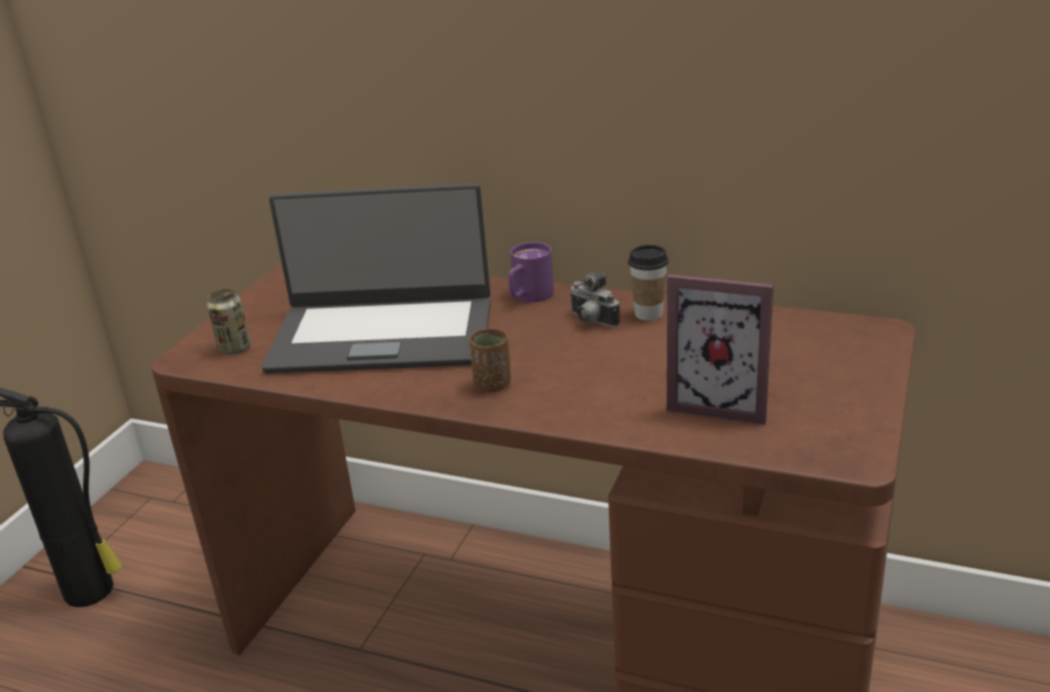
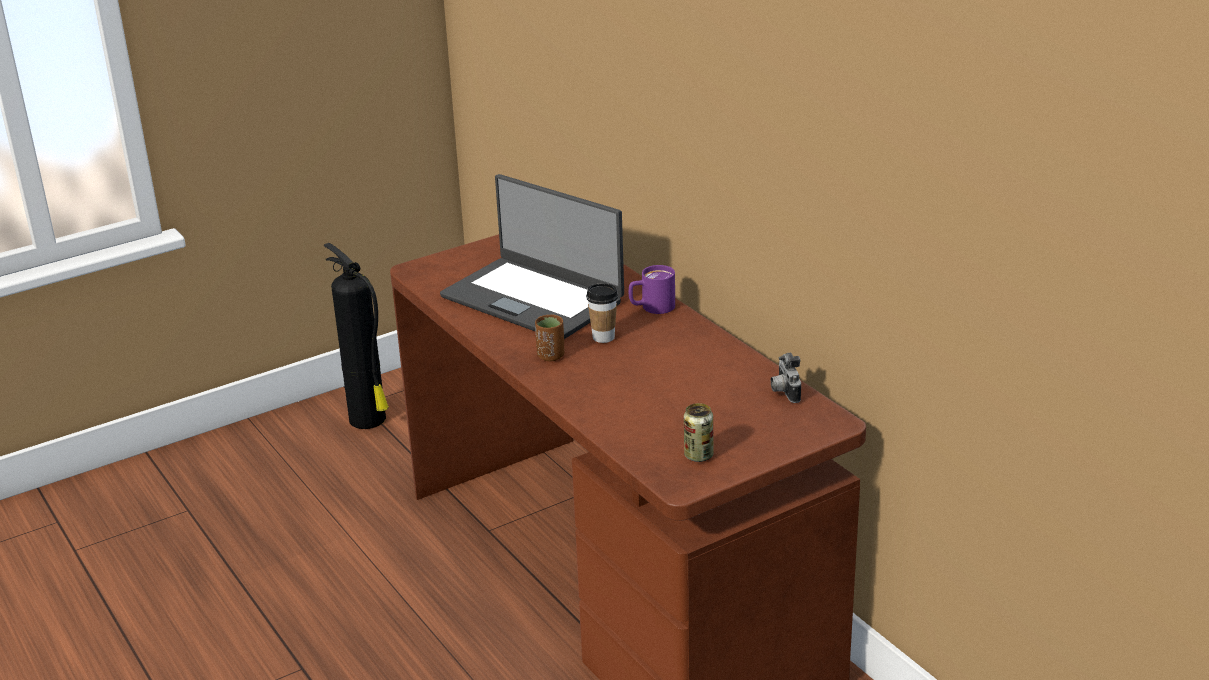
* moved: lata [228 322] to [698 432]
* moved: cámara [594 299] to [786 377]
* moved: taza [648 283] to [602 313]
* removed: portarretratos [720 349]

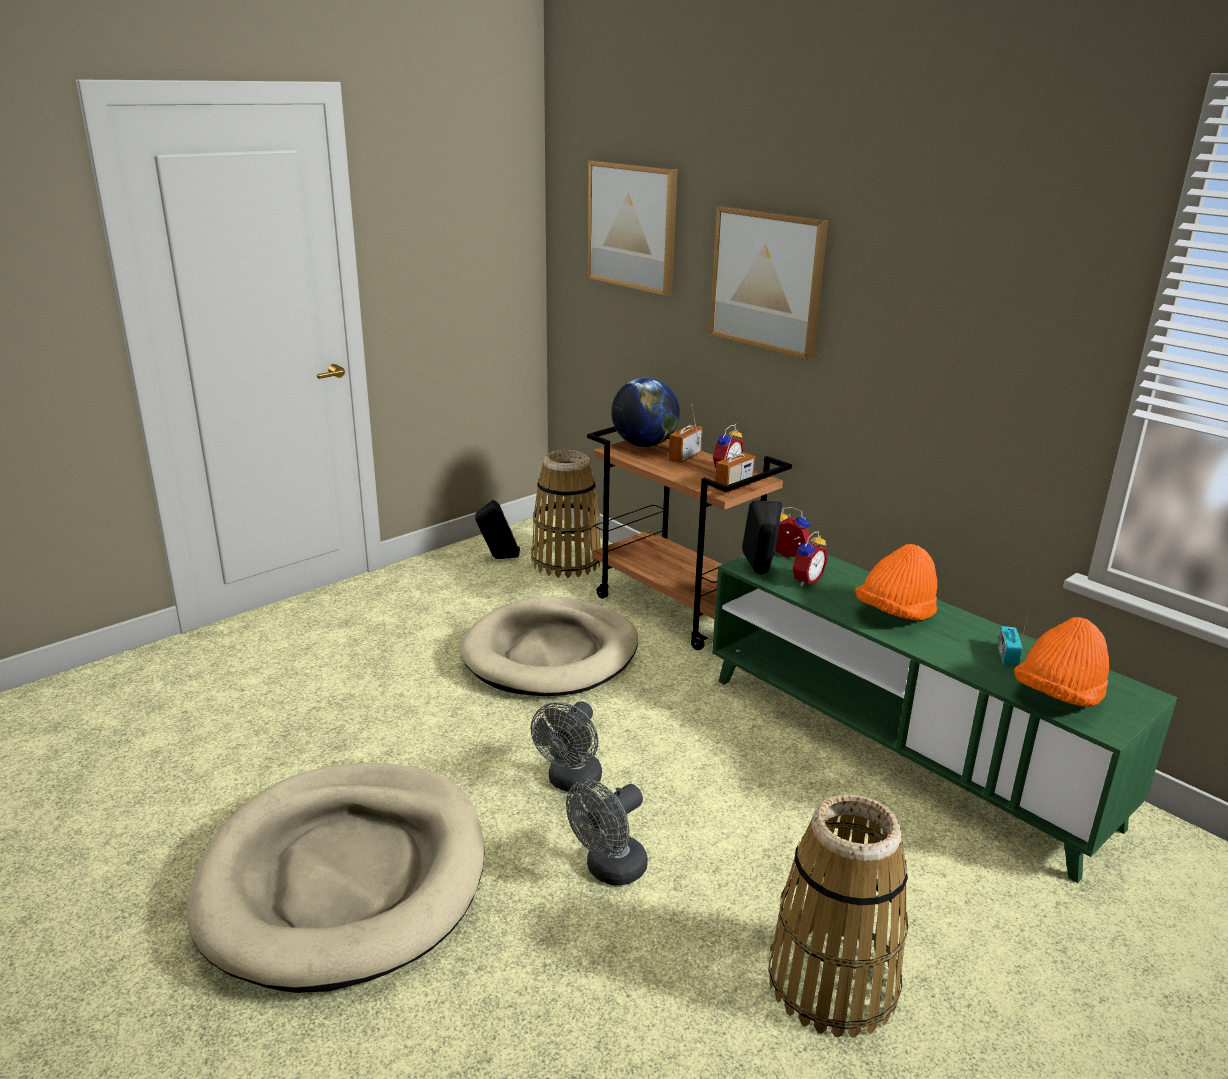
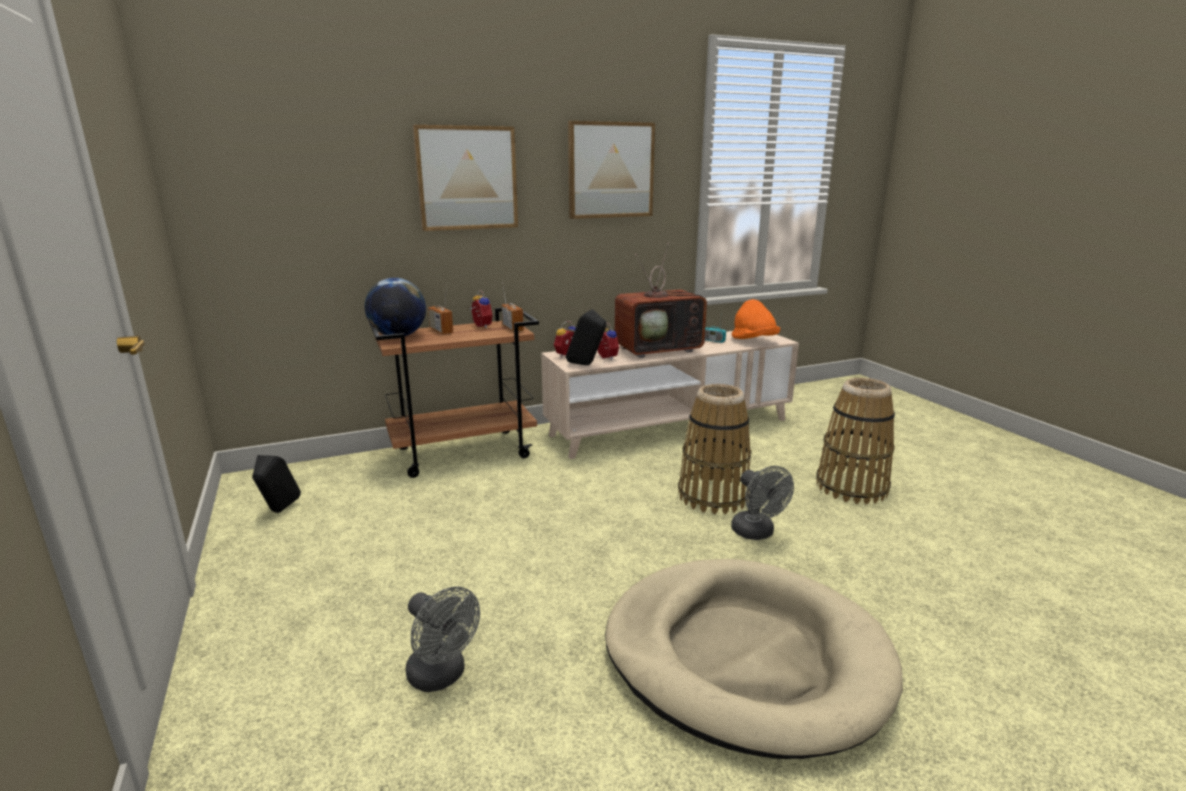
* removed: cama para perro/beis [549 646]
* moved: cesta [566 514] to [714 449]
* moved: ventilador/gris [566 747] to [442 639]
* moved: cuadro [633 228] to [611 170]
* recoloured: mueble de televisión/verde [944 717] to mueble de televisión/beis [670 395]
* replaced: sombrero/naranja [896 582] to televisor [661 300]

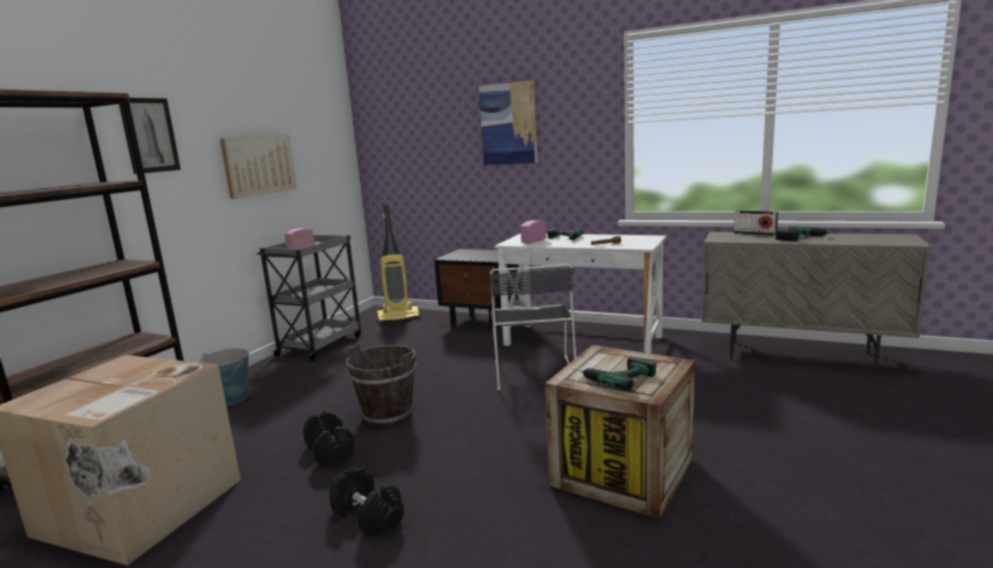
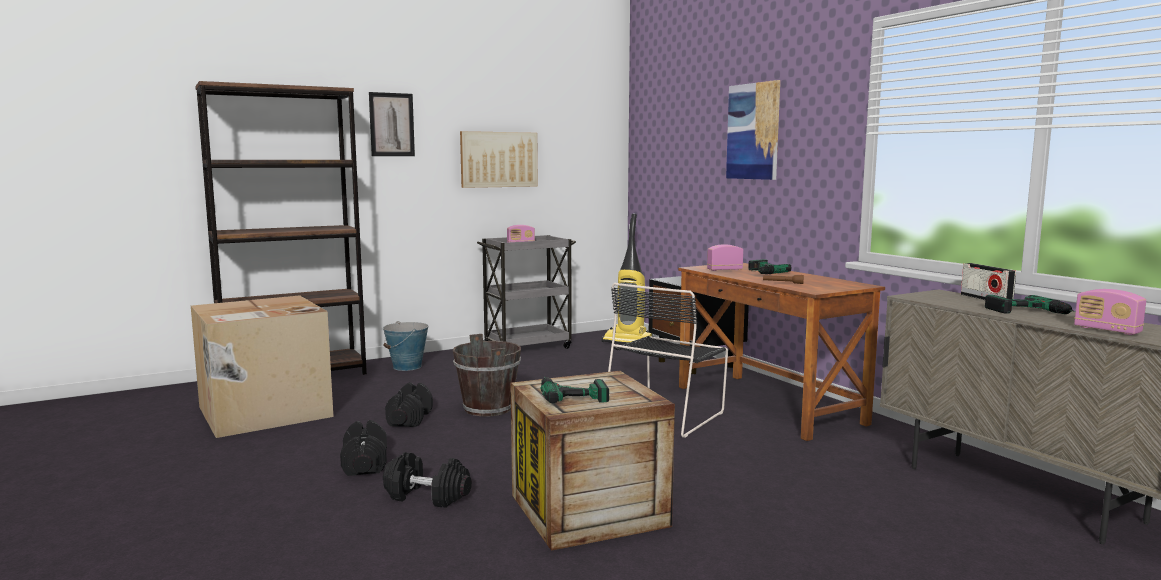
* recoloured: escritorio/blanco [580 293] to escritorio/marrón [781 352]
* added: mancuerna/negro [427 480]
* added: radio [1110 312]

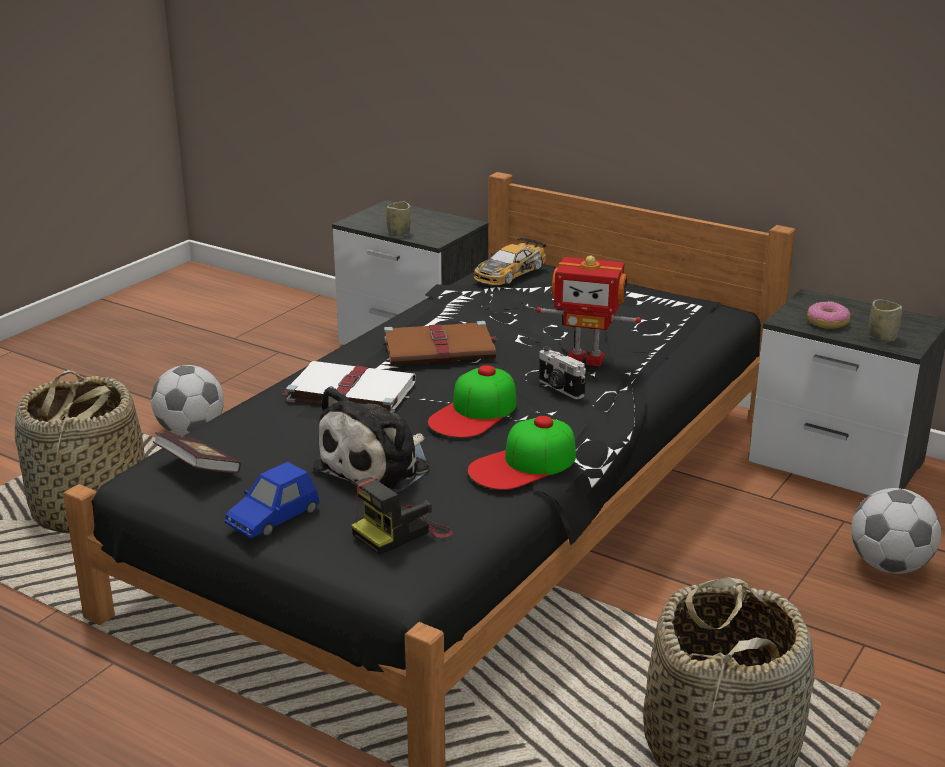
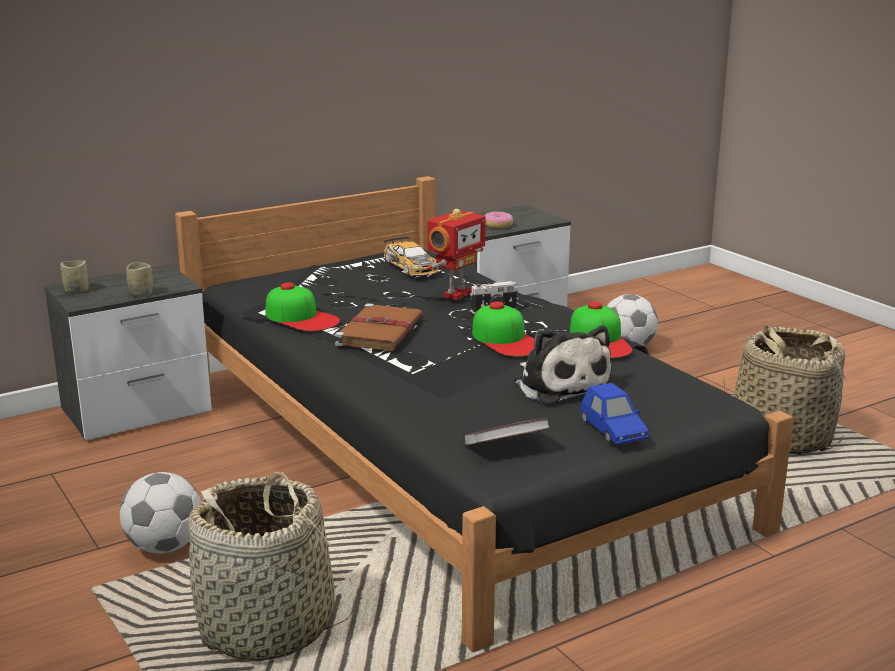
* removed: libro/blanco [349 387]
* removed: cámara [402 516]
* moved: coche de juguete [509 261] to [411 256]
* moved: taza [885 320] to [74 276]
* added: gorra [303 306]

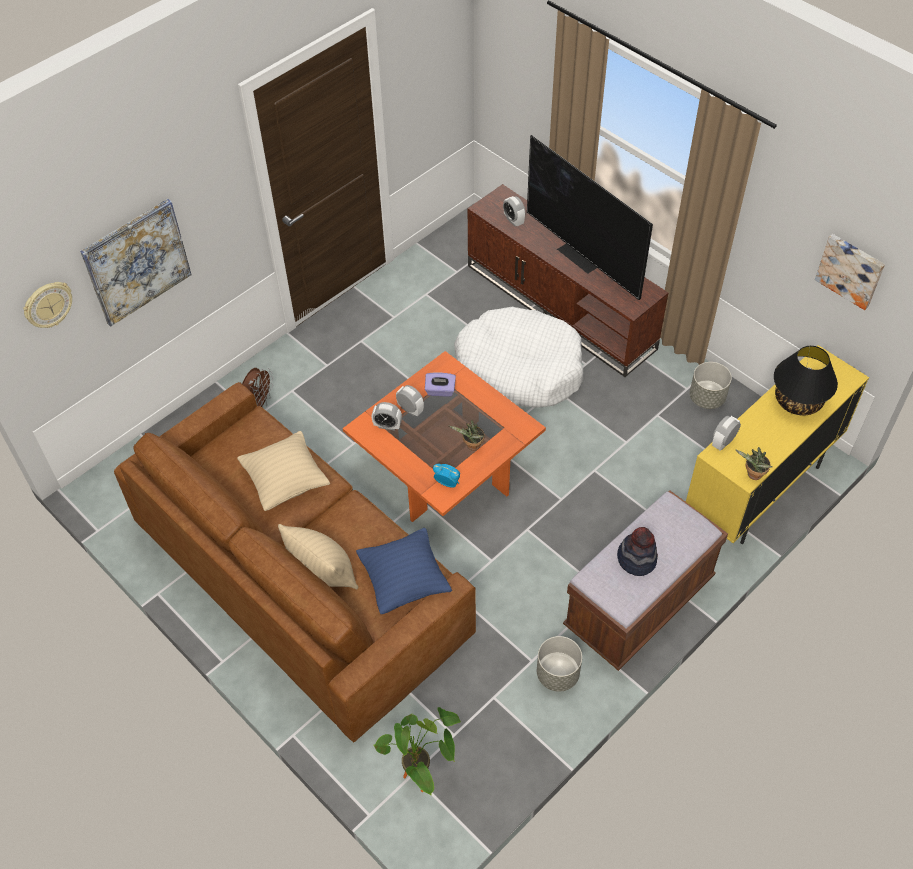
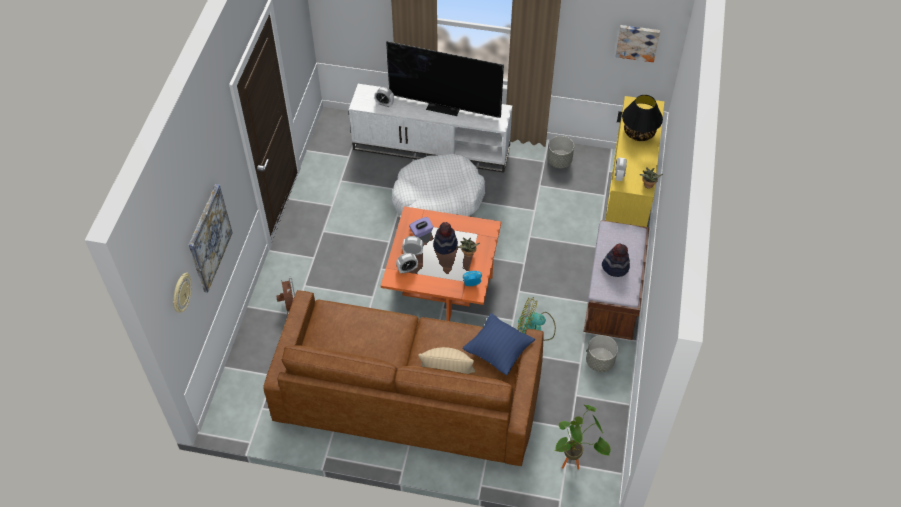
* removed: cojín/beis [283 471]
* recoloured: mueble de televisión/marrón [568 280] to mueble de televisión/blanco [430 128]
* added: sombrero [445 238]
* added: ventilador [536 319]

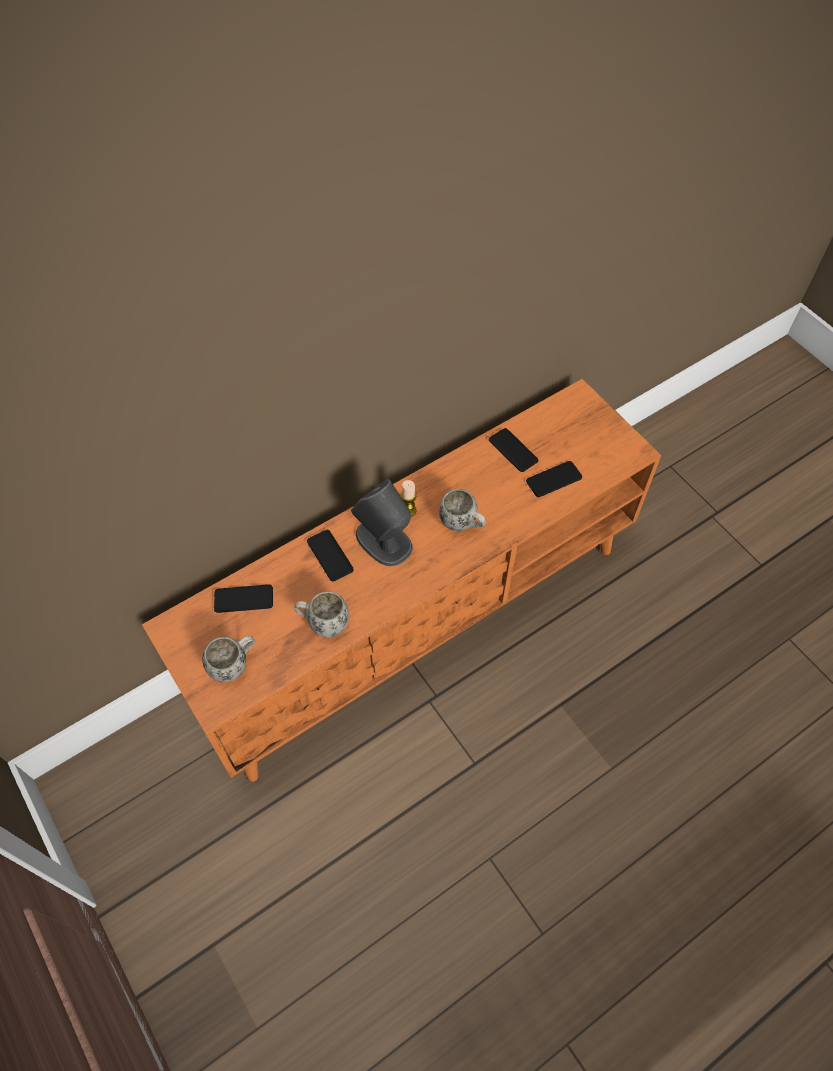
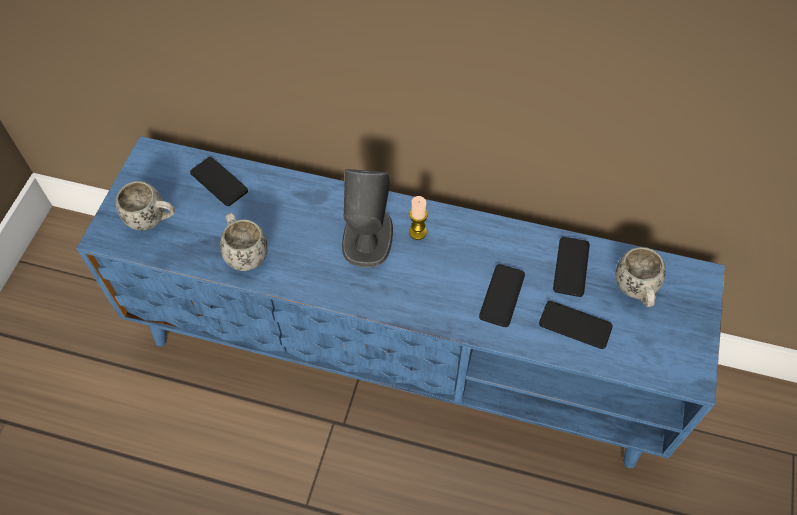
* recoloured: mueble de televisión/naranja [401 580] to mueble de televisión/azul [401 302]
* moved: móvil [330 556] to [502 295]
* moved: taza grande/blanco [462 510] to [640 277]

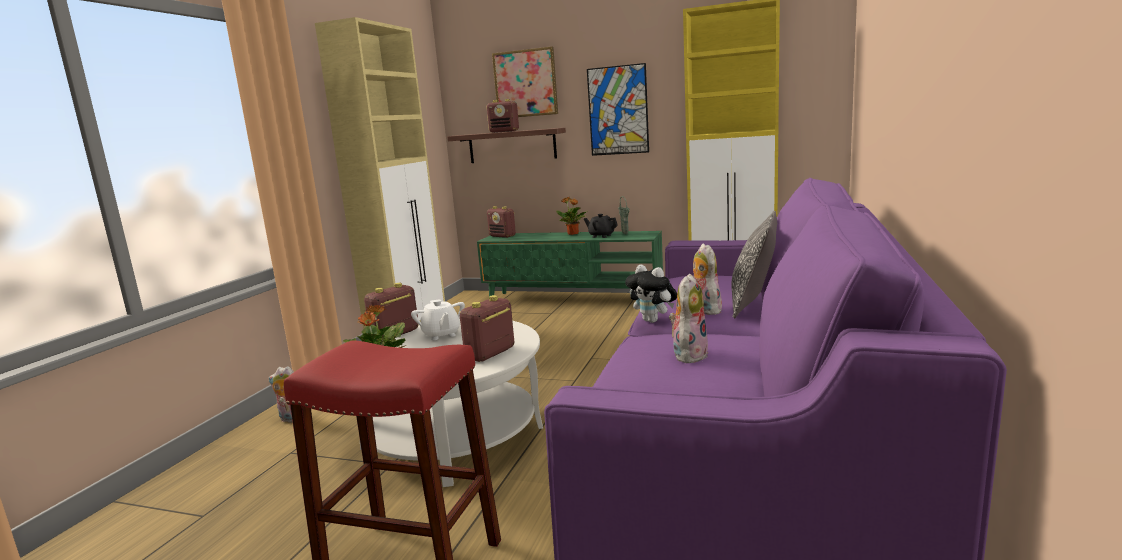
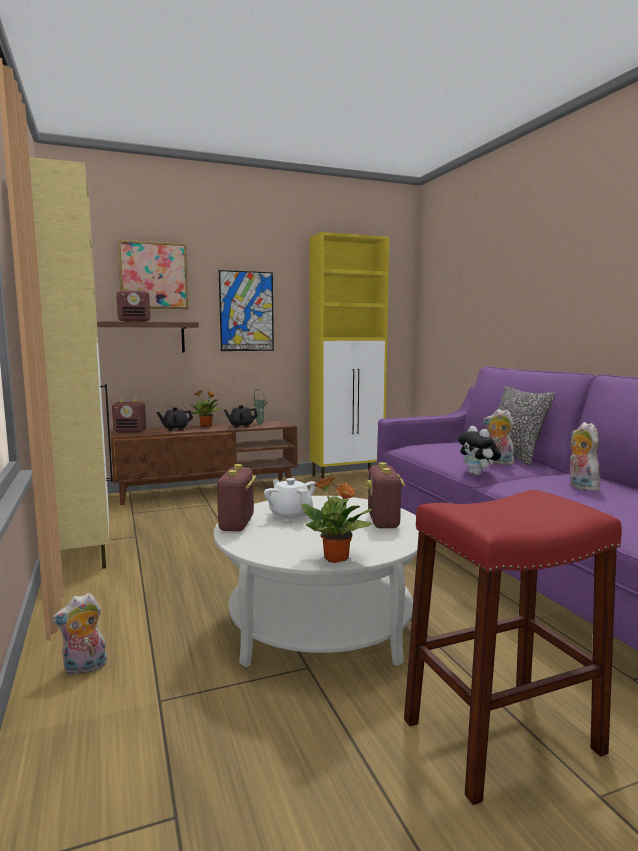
* turned: tetera/blanco [438 320] = [290 500] 150 degrees counterclockwise
* recoloured: mueble de televisión/verde [570 263] to mueble de televisión/marrón [204 462]
* turned: peluche [651 293] = [479 450] 60 degrees clockwise
* added: tetera/negro [175 419]

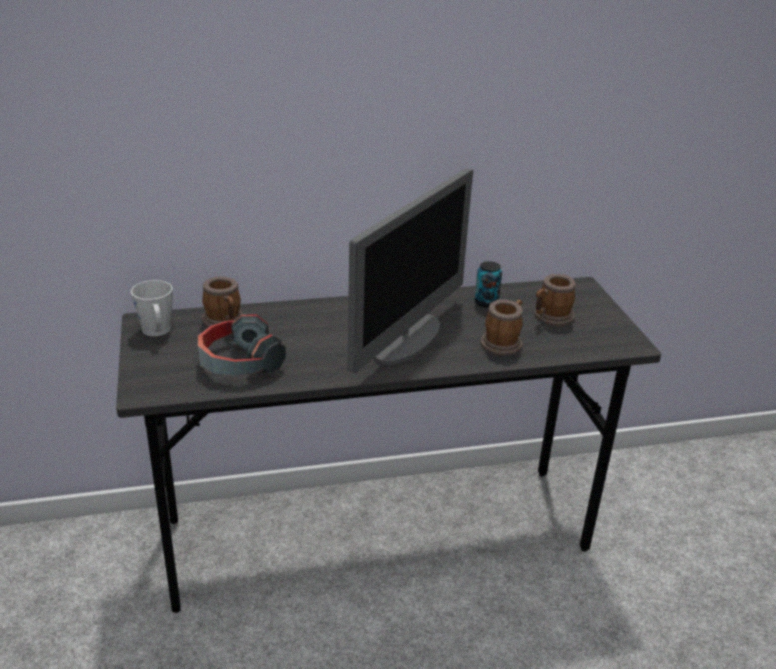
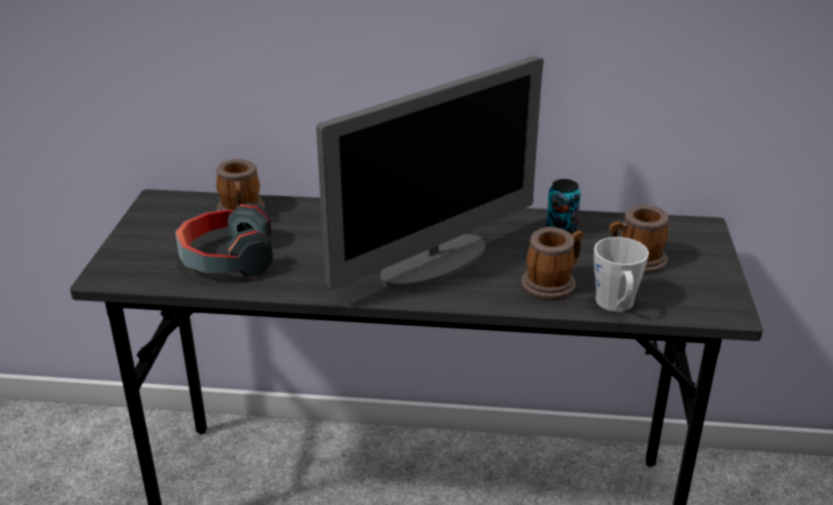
* moved: taza grande/gris [152 308] to [621 274]

